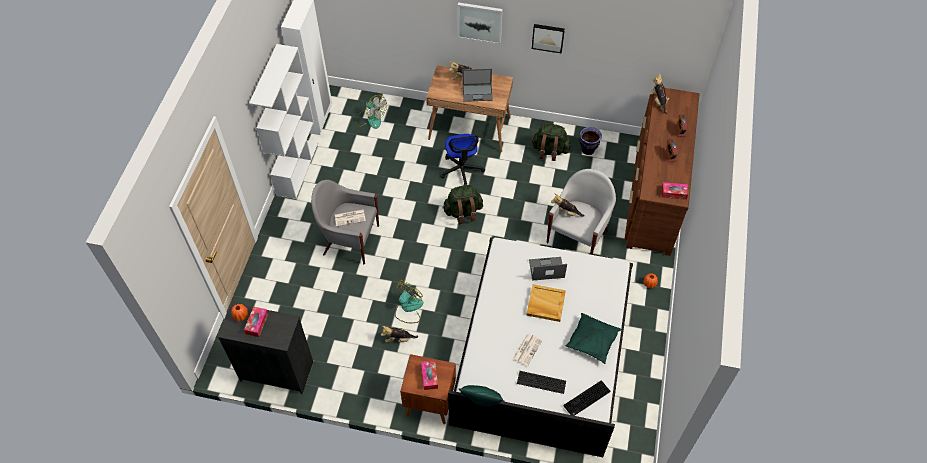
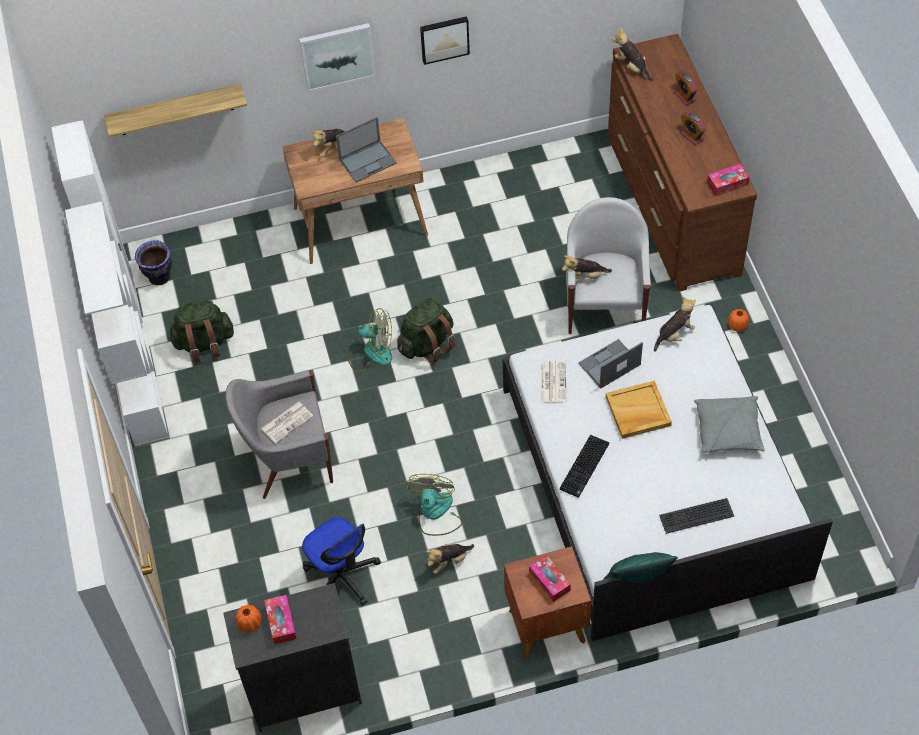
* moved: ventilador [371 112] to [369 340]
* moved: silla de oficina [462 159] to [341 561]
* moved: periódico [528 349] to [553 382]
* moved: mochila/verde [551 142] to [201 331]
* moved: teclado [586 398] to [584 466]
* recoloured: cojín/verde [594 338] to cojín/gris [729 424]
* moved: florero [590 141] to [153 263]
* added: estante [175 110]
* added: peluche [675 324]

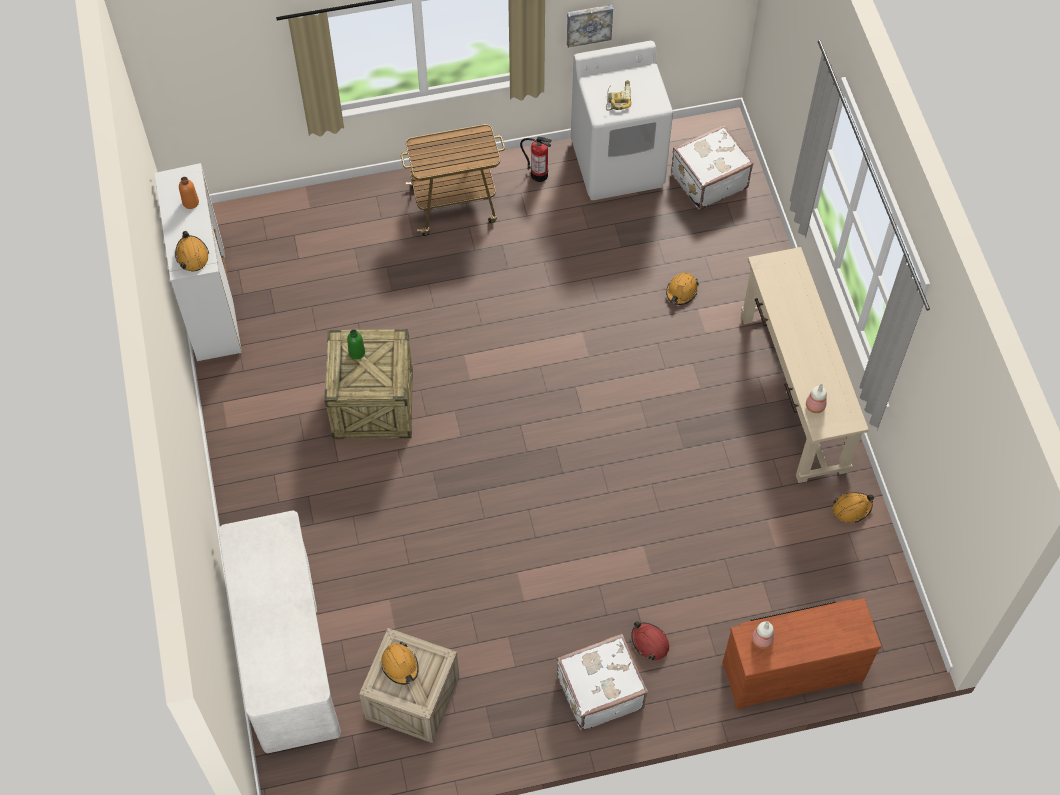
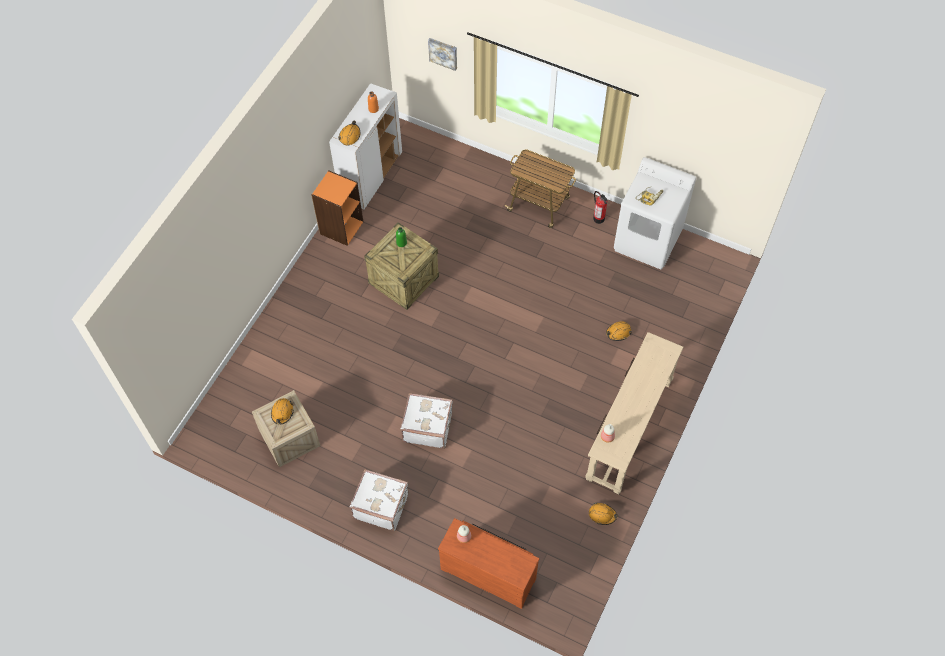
* removed: escritorio/blanco [279 632]
* moved: cuadro [590 26] to [442 54]
* removed: casco/rojo [650 641]
* moved: maleta/blanco [712 167] to [426 421]
* added: estantería/naranja [337 208]

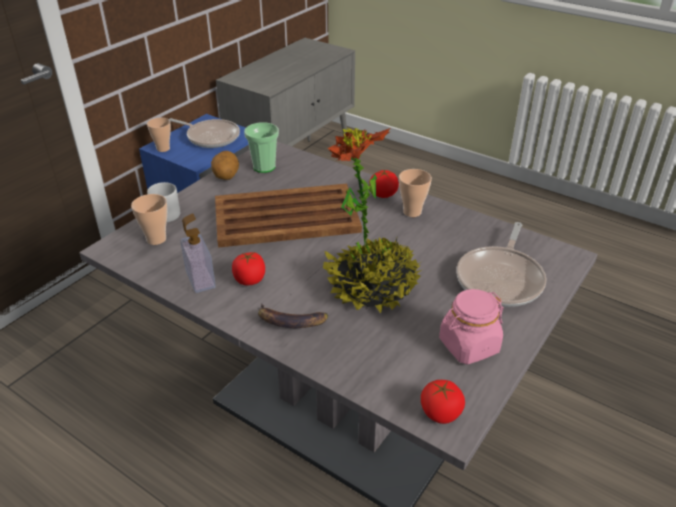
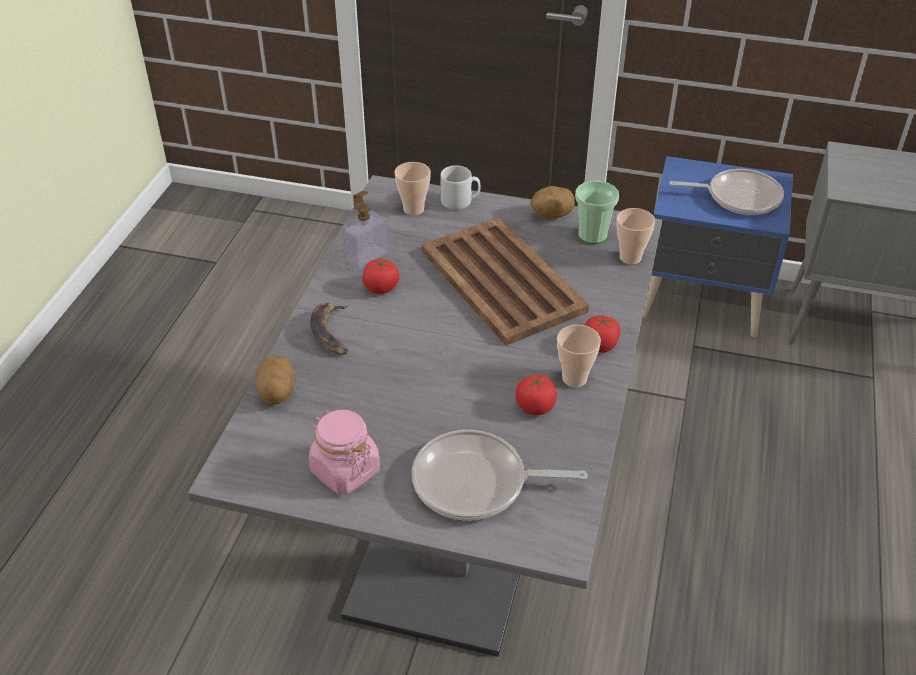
* moved: taza [159 135] to [635 236]
* turned: sartén [204 133] = [726 192] 90 degrees counterclockwise
* removed: planta en maceta [372 220]
* moved: tomate [443 402] to [536 394]
* added: patata [275 380]

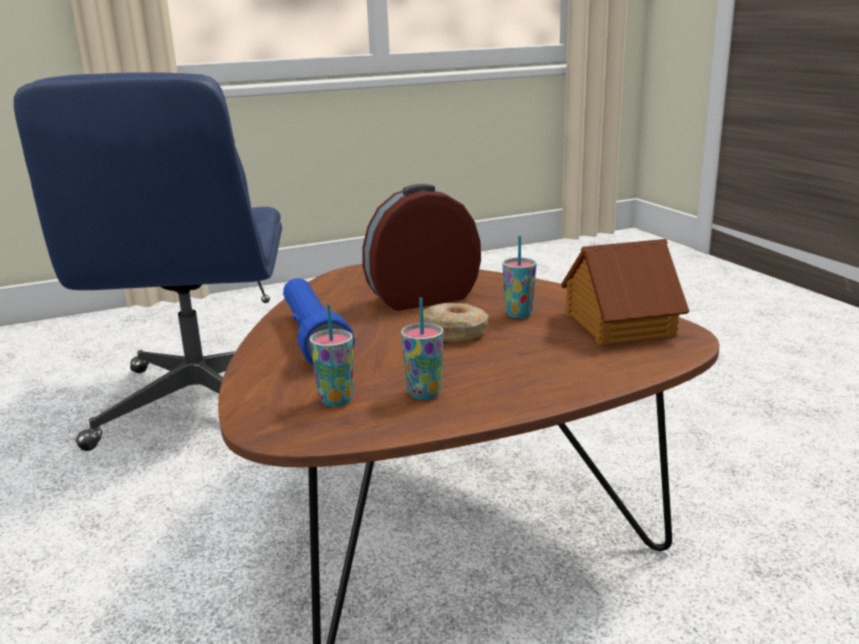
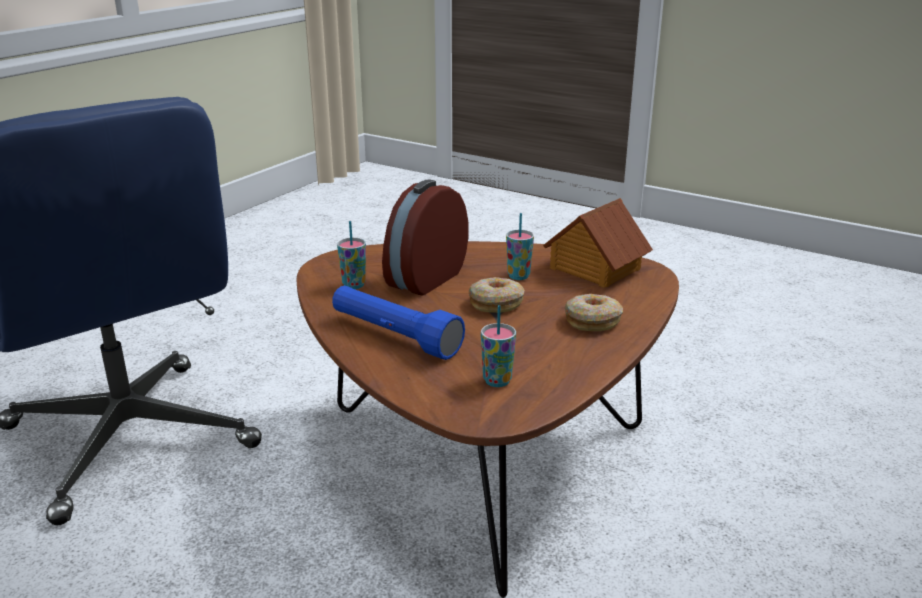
* moved: taza [422 349] to [351 255]
* added: rosquilla [594 312]

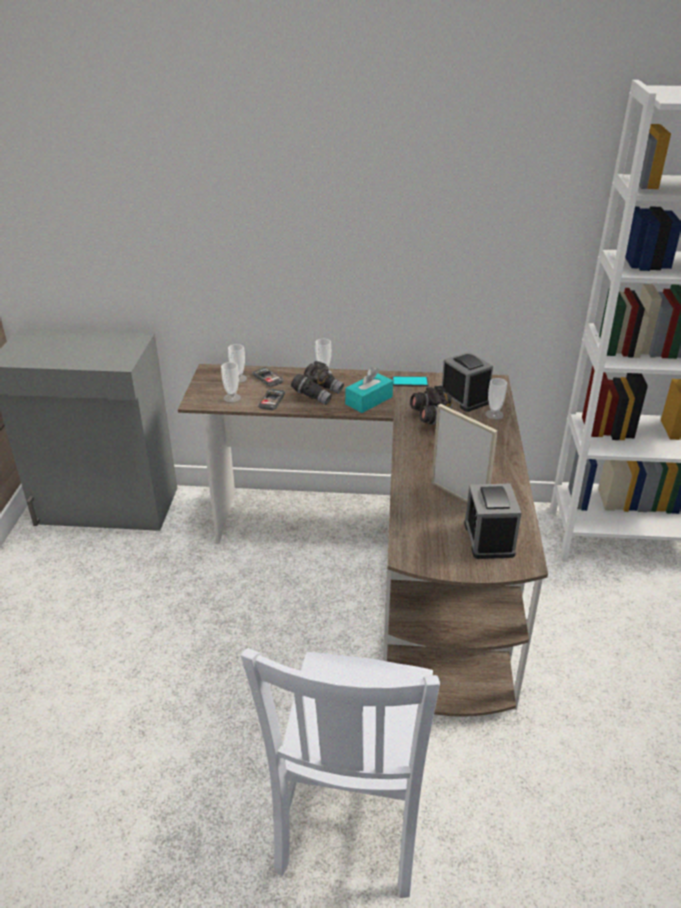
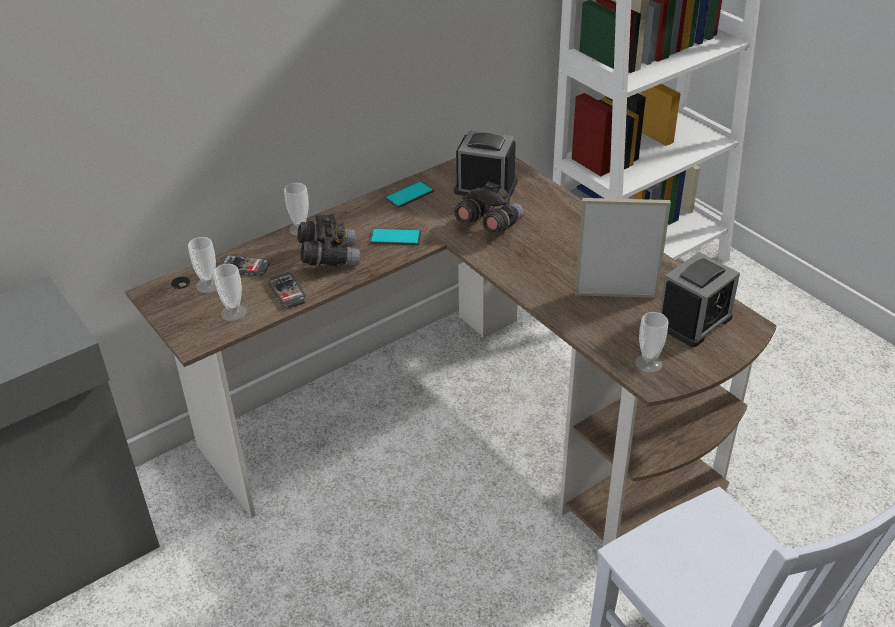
* replaced: caja de pañuelos/turquesa [369 390] to móvil [395 236]
* turned: despertador [492 521] = [700 299] 90 degrees counterclockwise
* moved: taza [496 399] to [651 342]

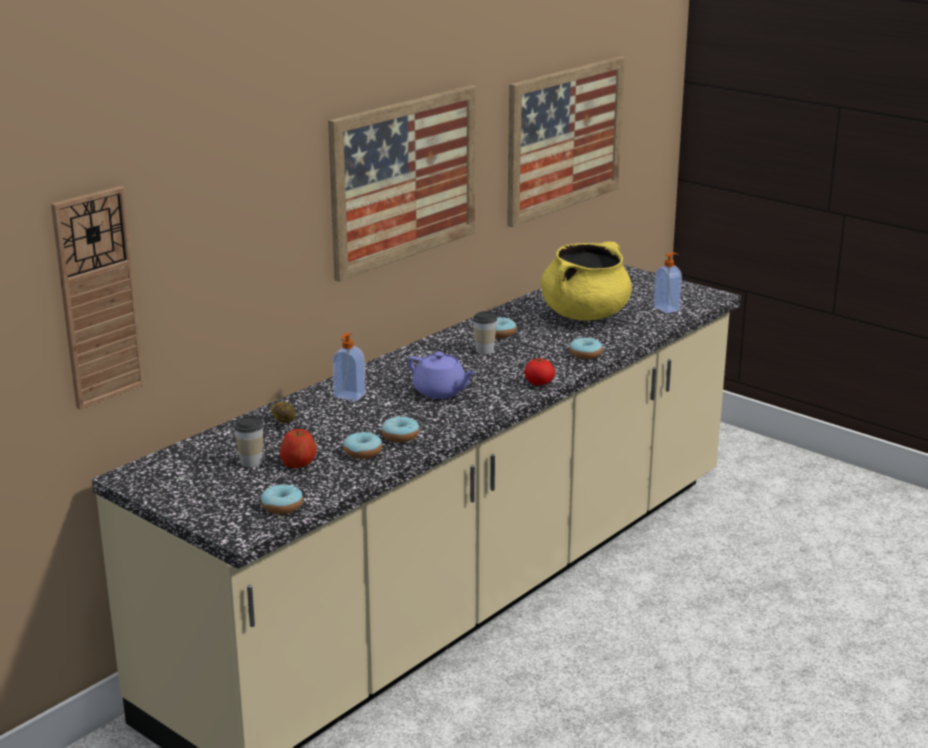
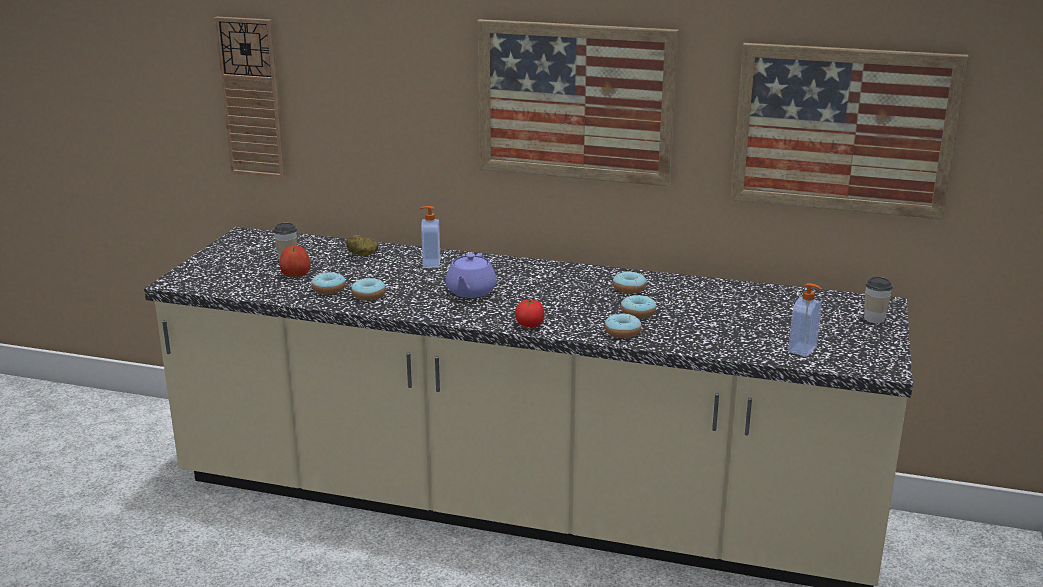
* moved: rosquilla [282 499] to [638 307]
* moved: taza [485 332] to [878 300]
* removed: olla/amarillo [586 281]

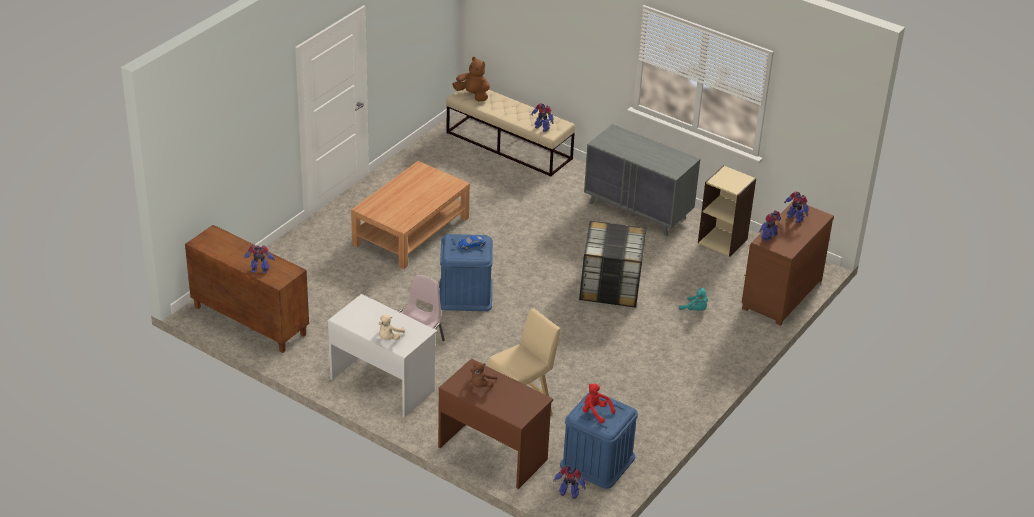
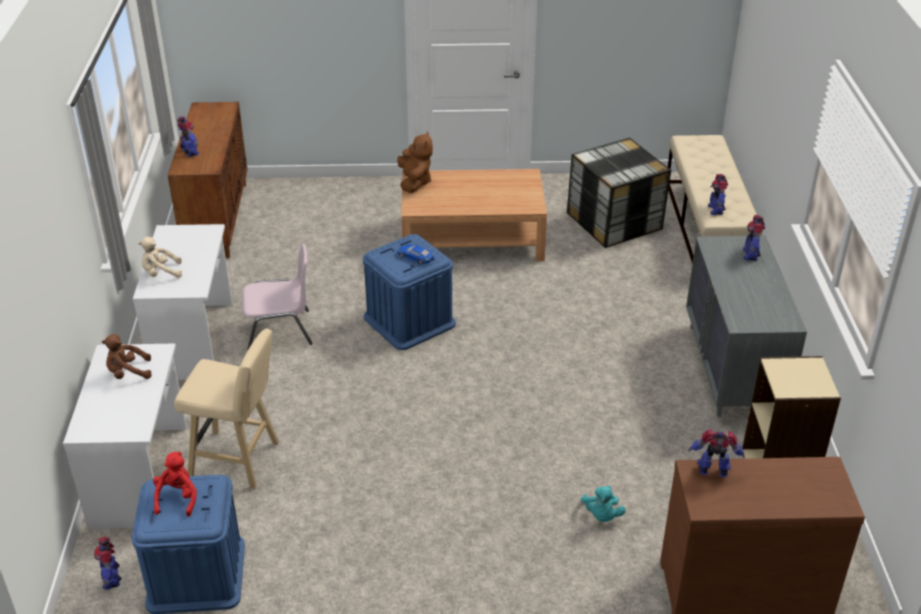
* recoloured: escritorio/marrón [495 424] to escritorio/blanco [125 436]
* moved: peluche/marrón [471 79] to [415 162]
* moved: caja de almacenaje [613 264] to [619 193]
* moved: robot de juguete [796 207] to [754 238]

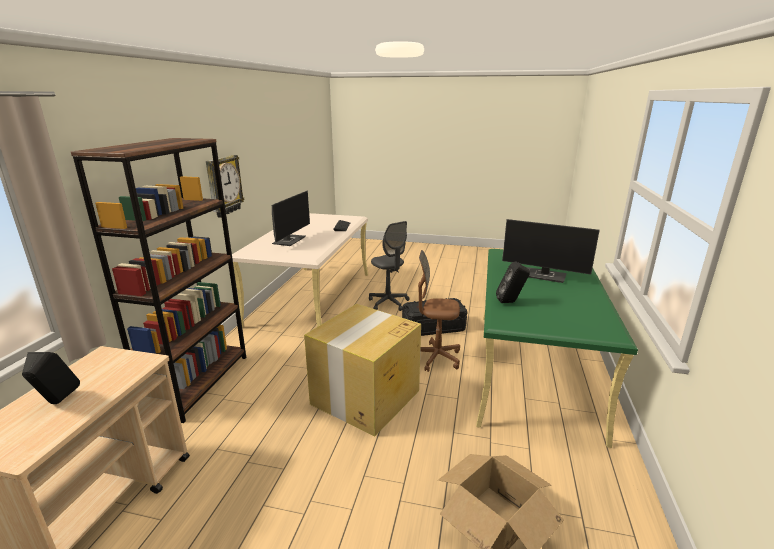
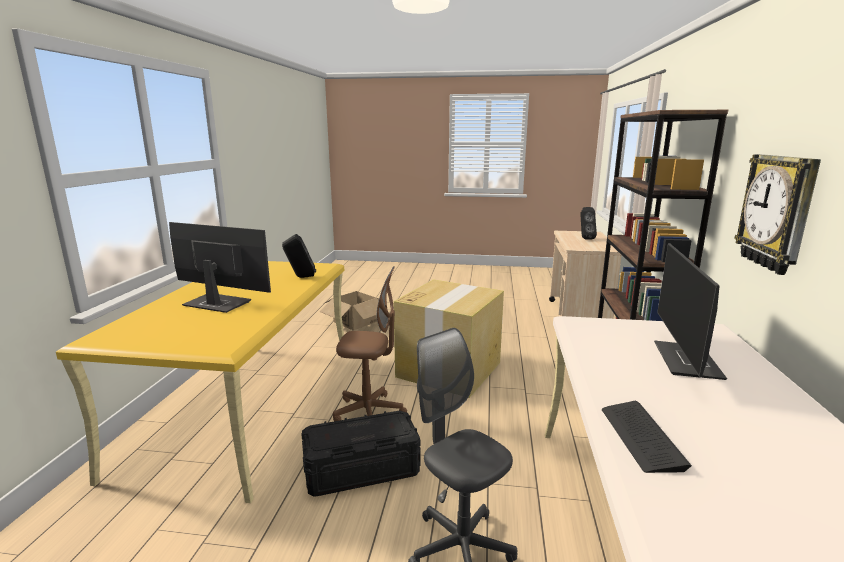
* recoloured: escritorio/verde [557 348] to escritorio/amarillo [200 382]

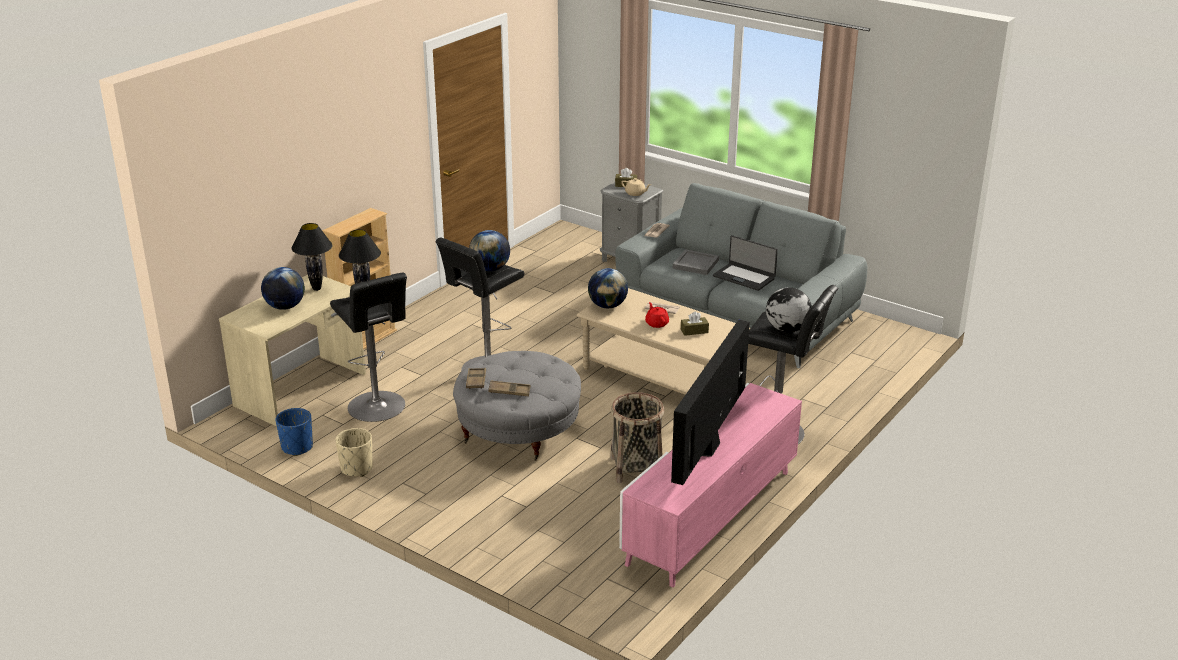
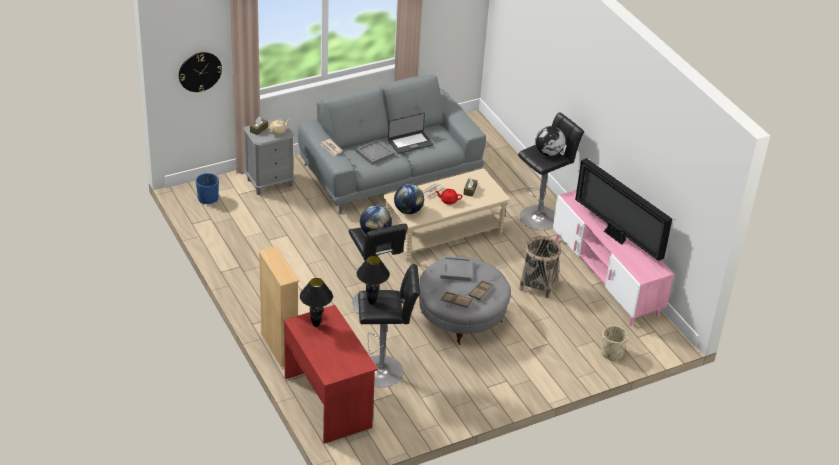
* recoloured: escritorio/beis [292 351] to escritorio/rojo [331 374]
* removed: globo terráqueo [283 288]
* moved: maceta/azul [294 432] to [207 188]
* moved: maceta/beis [354 452] to [614 343]
* added: reloj de pared [200 72]
* added: bandeja/gris [456 268]

